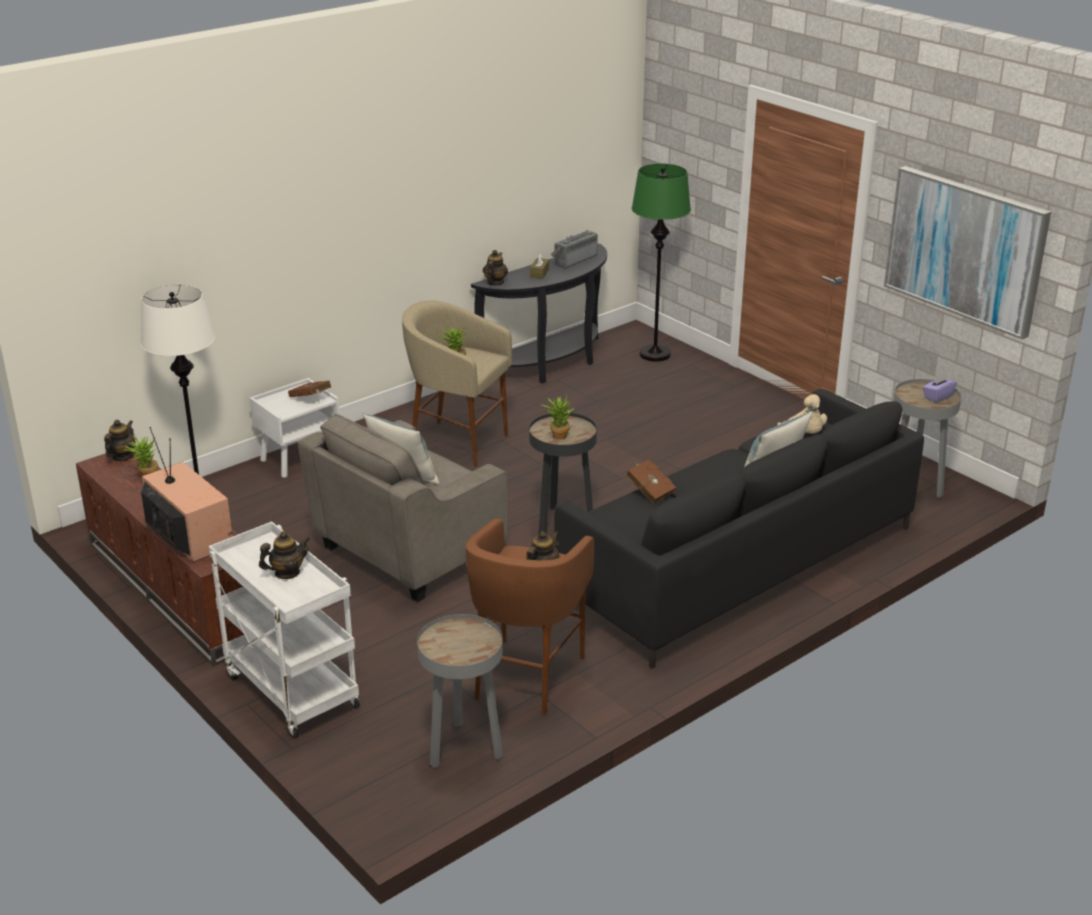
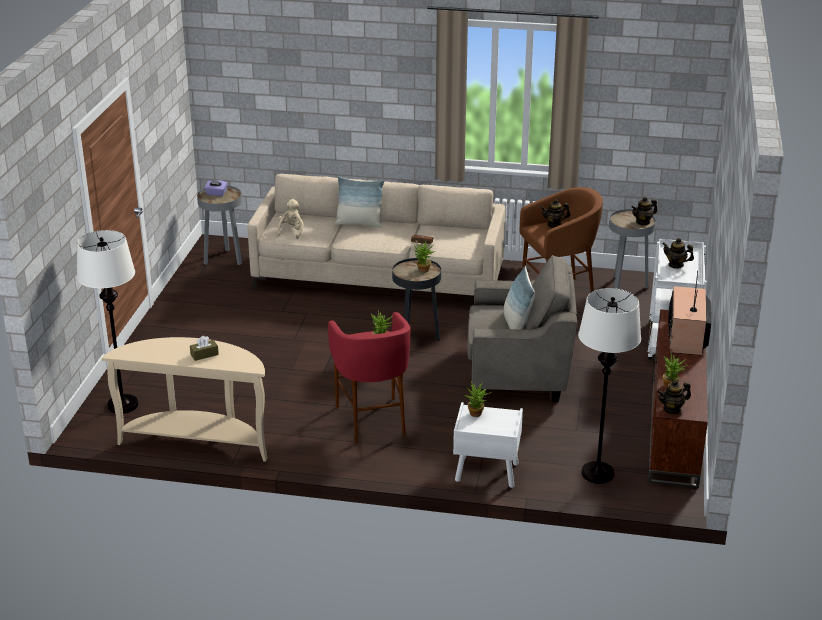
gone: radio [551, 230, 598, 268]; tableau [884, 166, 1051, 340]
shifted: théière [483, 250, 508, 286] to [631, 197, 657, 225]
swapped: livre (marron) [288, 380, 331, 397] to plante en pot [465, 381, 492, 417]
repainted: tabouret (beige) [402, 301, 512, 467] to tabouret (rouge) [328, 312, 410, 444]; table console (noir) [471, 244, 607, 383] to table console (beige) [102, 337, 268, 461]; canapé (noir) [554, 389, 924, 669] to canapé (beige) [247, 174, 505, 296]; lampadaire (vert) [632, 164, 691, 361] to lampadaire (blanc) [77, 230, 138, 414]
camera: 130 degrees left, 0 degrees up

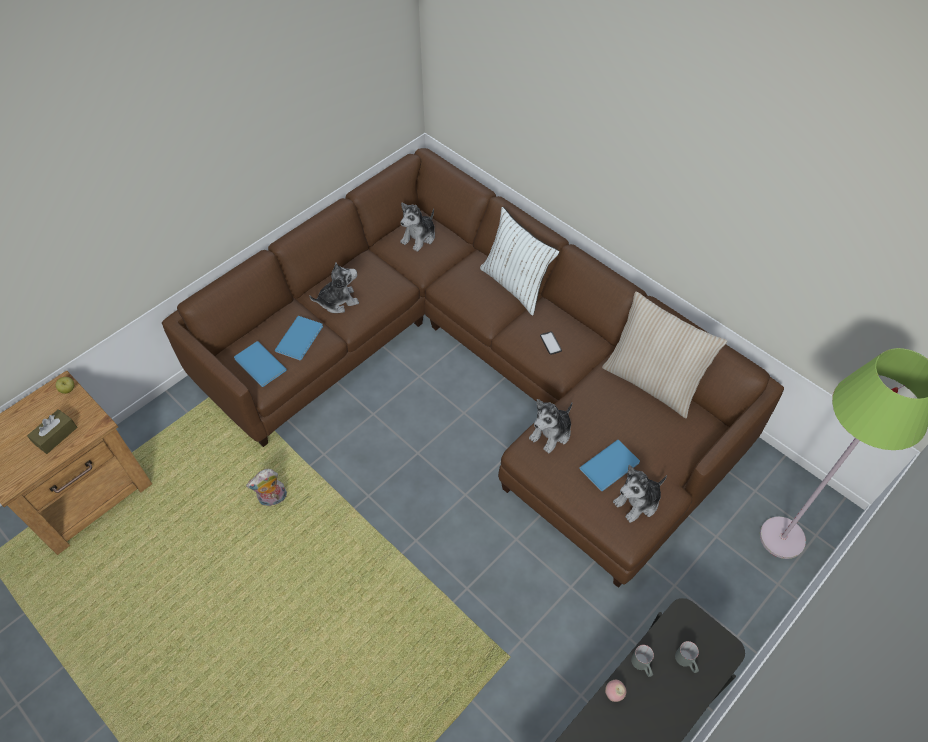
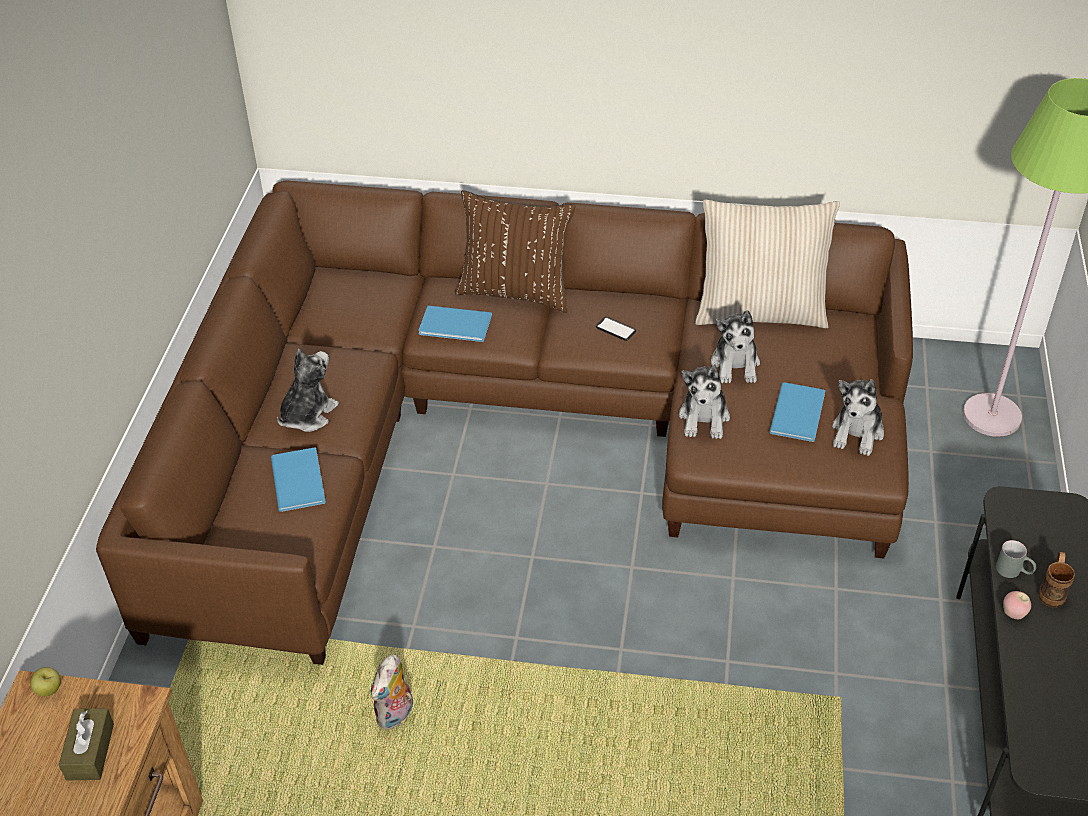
gone: mug (gris) [675, 641, 699, 673]
new: mug (marron) [1038, 552, 1075, 608]
shifted: livre (bleu) [234, 341, 287, 387] to [418, 306, 492, 342]; peluche [400, 202, 435, 252] to [711, 310, 760, 383]
repainted: coussin (blanc) [480, 207, 559, 316] to coussin (marron) [455, 190, 576, 313]
camera: 35 degrees left, 10 degrees down

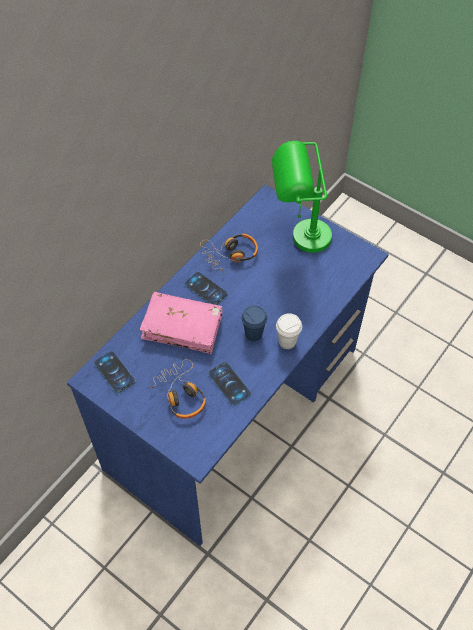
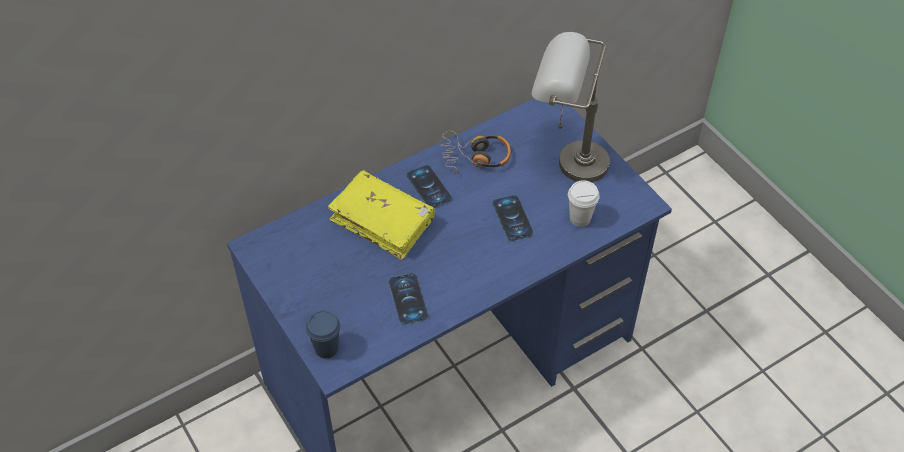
gone: casque audio [149, 359, 206, 419]
shifted: téléphone [94, 351, 135, 394] to [493, 195, 534, 241]; tasse (bleu) [241, 305, 267, 341] to [306, 310, 340, 358]; tasse (blanc) [276, 313, 302, 349] to [568, 180, 600, 227]
repainted: livre (rose) [140, 292, 222, 354] to livre (jaune) [328, 170, 435, 260]; lampe de table (vert) [272, 141, 332, 253] to lampe de table (gris) [532, 32, 610, 182]
camera: 20 degrees right, 5 degrees down

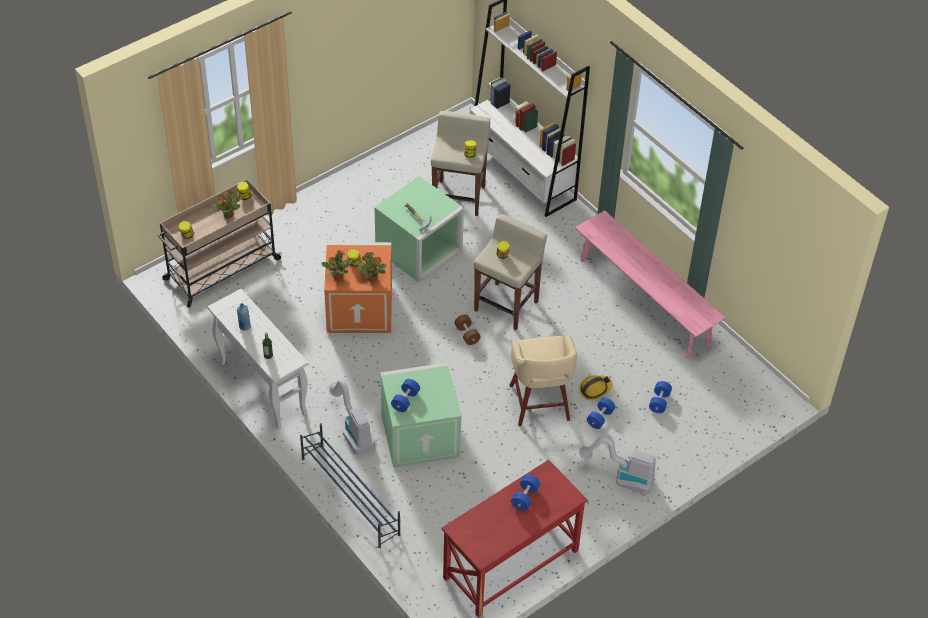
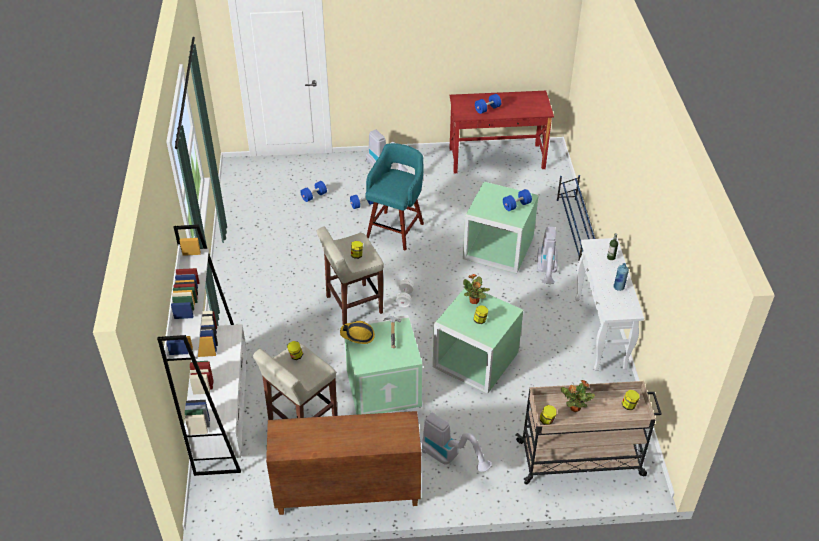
gone: plante en pot [322, 250, 352, 280]; banc (rose) [575, 210, 726, 359]
new: meuble de rangement (marron) [266, 411, 421, 515]; aspirateur [420, 413, 492, 472]
shifted: casque de chantier [579, 375, 613, 400] to [340, 321, 375, 344]
repainted: boîte de rangement (orange) [324, 242, 392, 333] to boîte de rangement (vert) [433, 288, 523, 394]; haltère (marron) [454, 314, 481, 345] to haltère (blanc) [396, 279, 414, 308]; tabouret (beige) [510, 335, 577, 426] to tabouret (turquoise) [365, 143, 424, 251]
camera: 145 degrees left, 5 degrees down

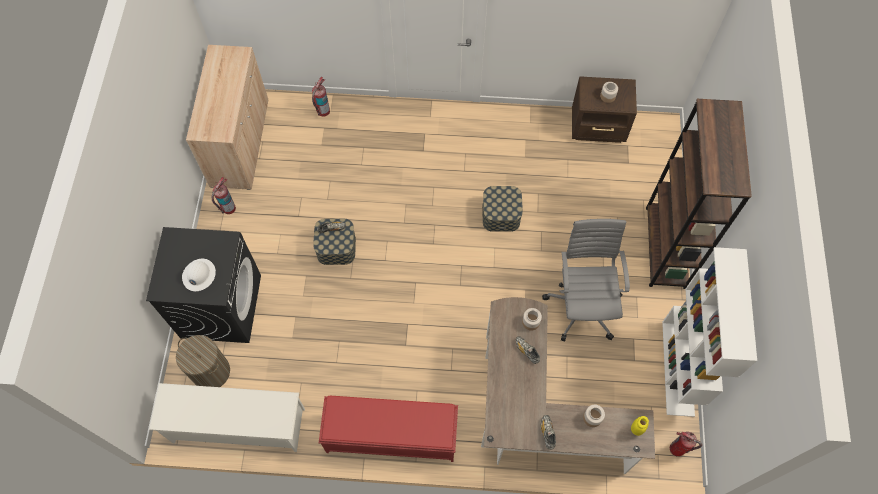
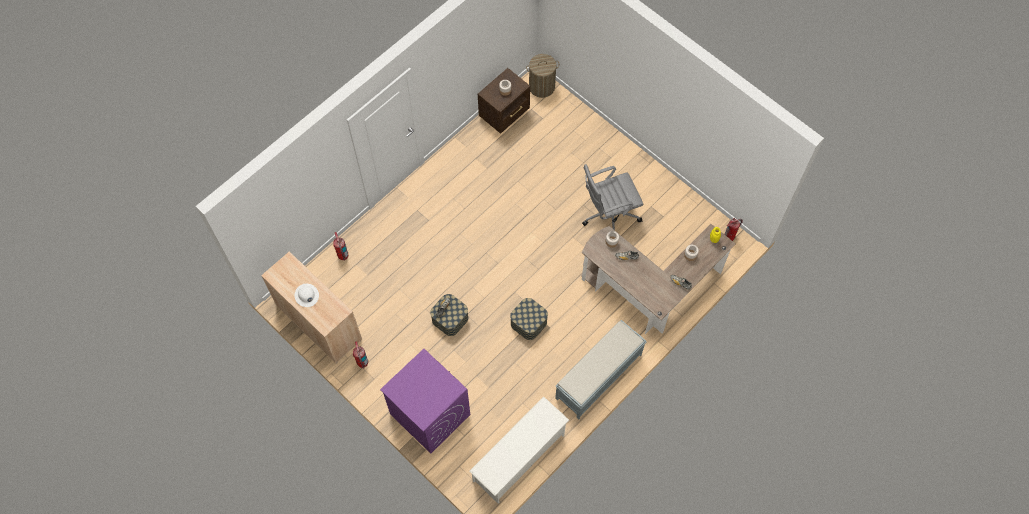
gone: bibliothèque (marron) [646, 99, 752, 289]; bibliothèque (blanc) [662, 247, 757, 417]
shifted: panier à linge [176, 335, 230, 387] to [526, 54, 559, 98]; casque de chantier (blanc) [182, 259, 216, 291] to [295, 284, 319, 307]; boîte de rangement [482, 186, 523, 232] to [510, 298, 548, 340]
repainted: lave-linge (noir) [146, 227, 261, 343] to lave-linge (violet) [380, 349, 470, 454]; banc (rouge) [319, 396, 458, 462] to banc (gris) [555, 320, 646, 419]
rotated: chaise de bureau (gris) [542, 219, 630, 342] = [582, 164, 643, 230] 60 degrees counterclockwise
camera: 50 degrees left, 0 degrees up

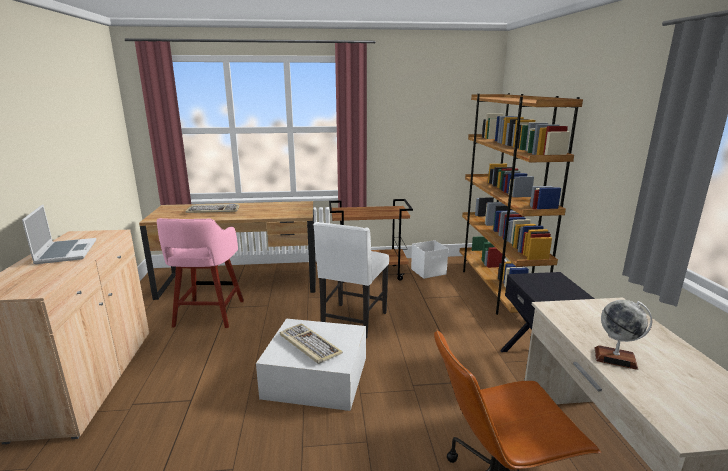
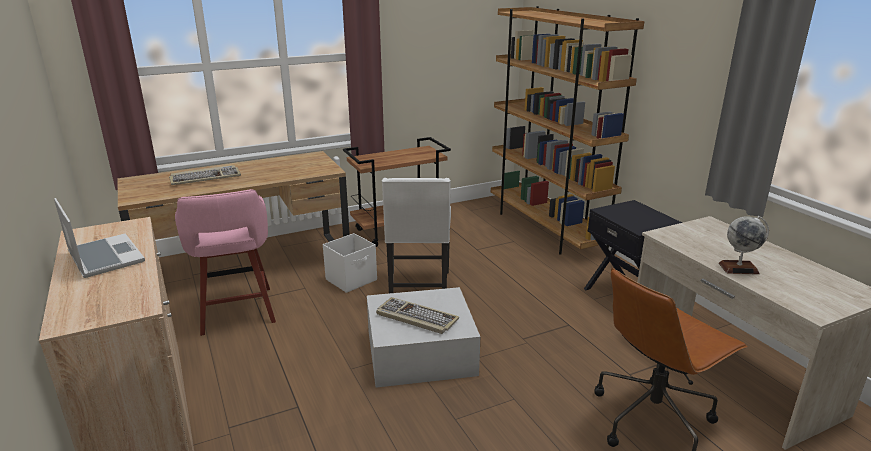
shifted: boîte de rangement (blanc) [411, 240, 448, 279] to [323, 233, 377, 293]
camera: 20 degrees left, 5 degrees up

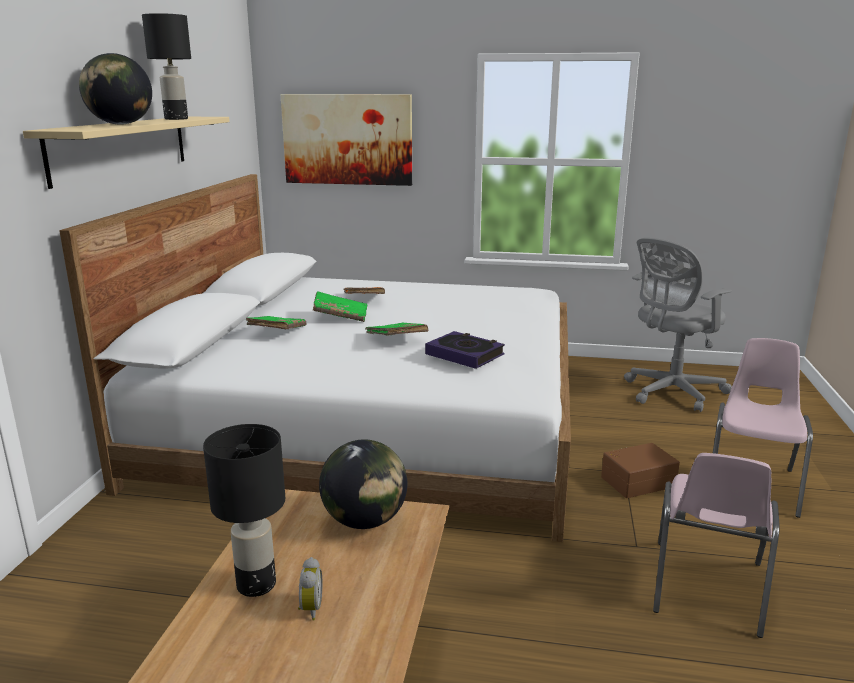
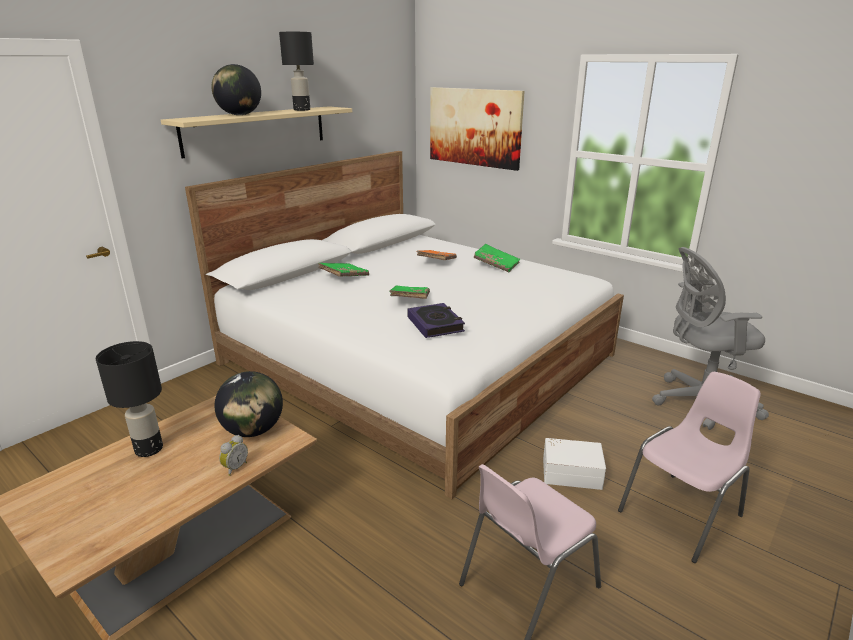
shifted: réveil [298, 557, 322, 621] to [219, 435, 248, 476]; livre (vert) [313, 291, 367, 322] to [473, 244, 520, 272]
repainted: boîte de rangement (marron) [601, 443, 680, 498] to boîte de rangement (blanc) [543, 438, 606, 490]
camera: 30 degrees right, 5 degrees up

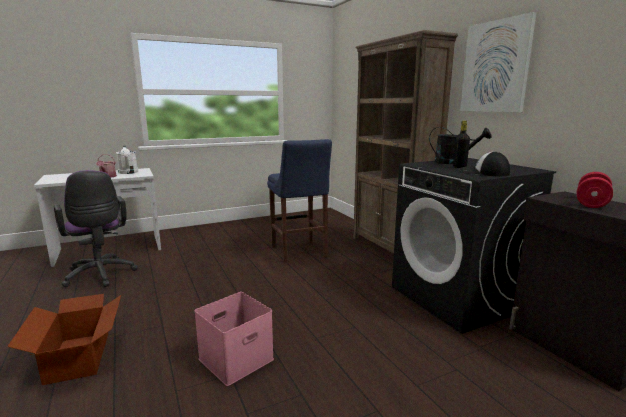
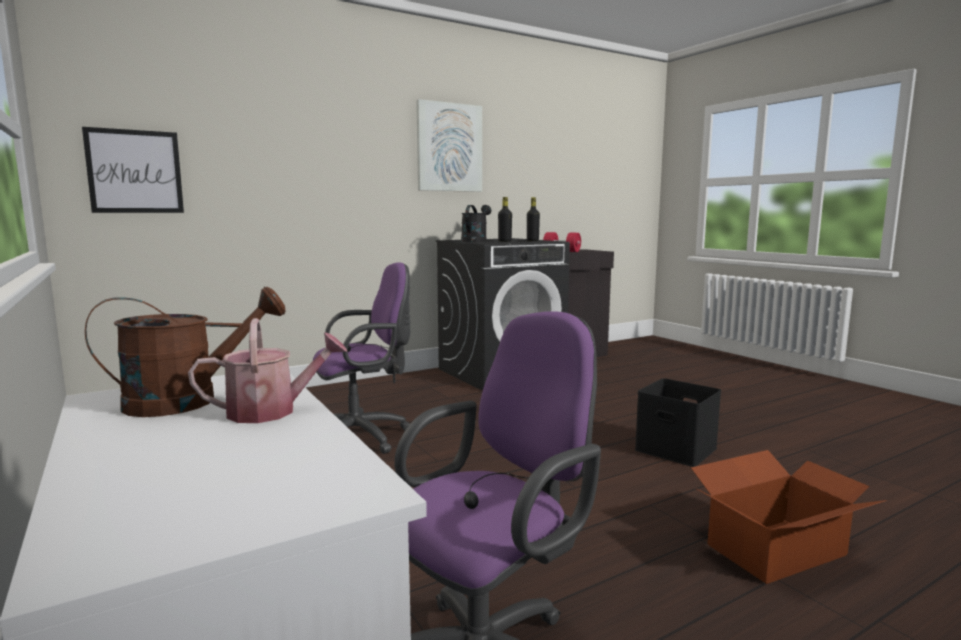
gone: bibliothèque (marron) [353, 30, 458, 253]
new: tableau [82, 127, 184, 213]
swapped: tabouret (bleu) [267, 139, 332, 263] to chaise de bureau (violet) [313, 262, 411, 454]; casquette [459, 151, 510, 176] to bouteille (noir) [527, 197, 540, 241]
repainted: arrosoir (blanc) [116, 146, 138, 174] to arrosoir (marron) [85, 286, 286, 417]; boîte de rangement (rose) [194, 292, 274, 386] to boîte de rangement (noir) [635, 378, 721, 467]
camera: 95 degrees left, 5 degrees down

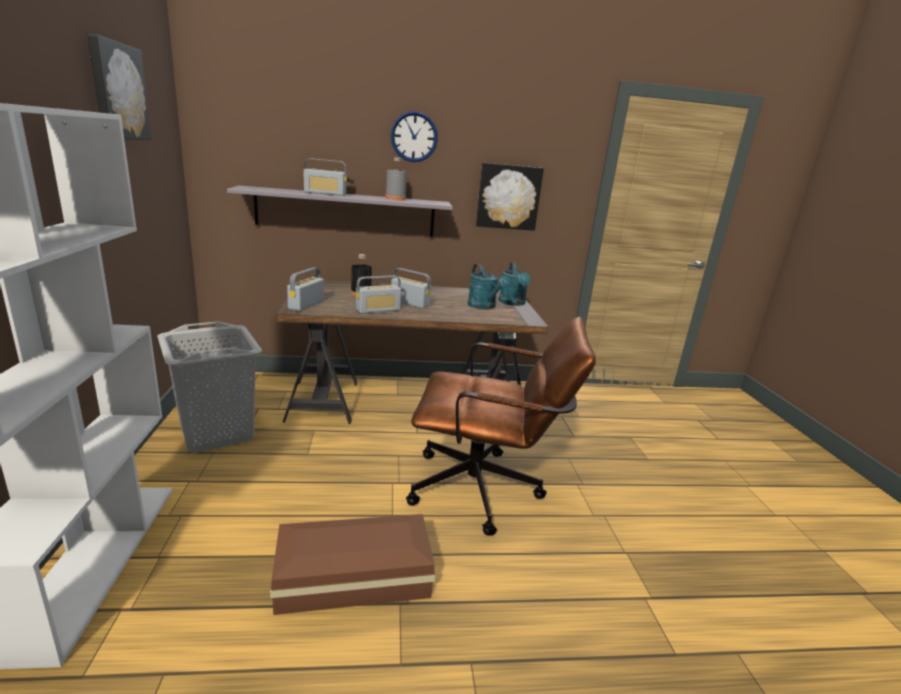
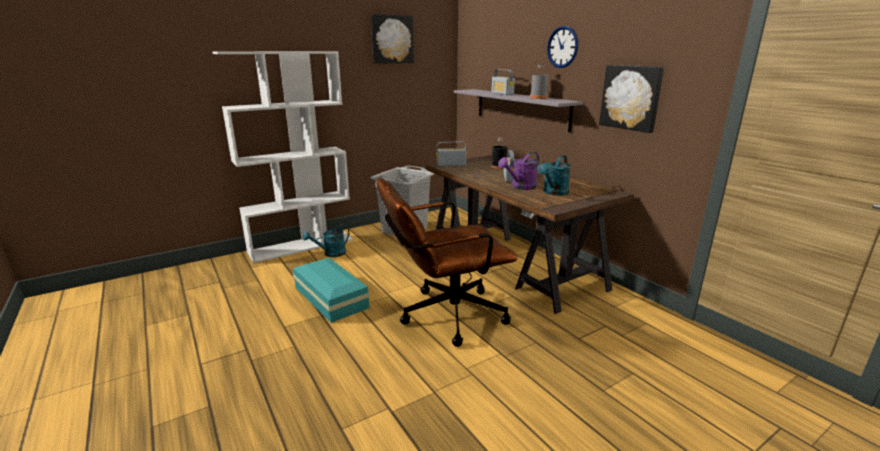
gone: radio [356, 275, 401, 314]
new: arrosoir (violet) [498, 152, 539, 190]
shifted: arrosoir (turquoise) [499, 262, 530, 306] to [303, 225, 349, 257]
repainted: boîte de rangement (marron) [270, 514, 436, 615] to boîte de rangement (turquoise) [293, 258, 370, 323]
rotated: chaise de bureau (marron) [406, 317, 596, 536] = [377, 178, 517, 347] 90 degrees clockwise
camera: 65 degrees right, 0 degrees up

